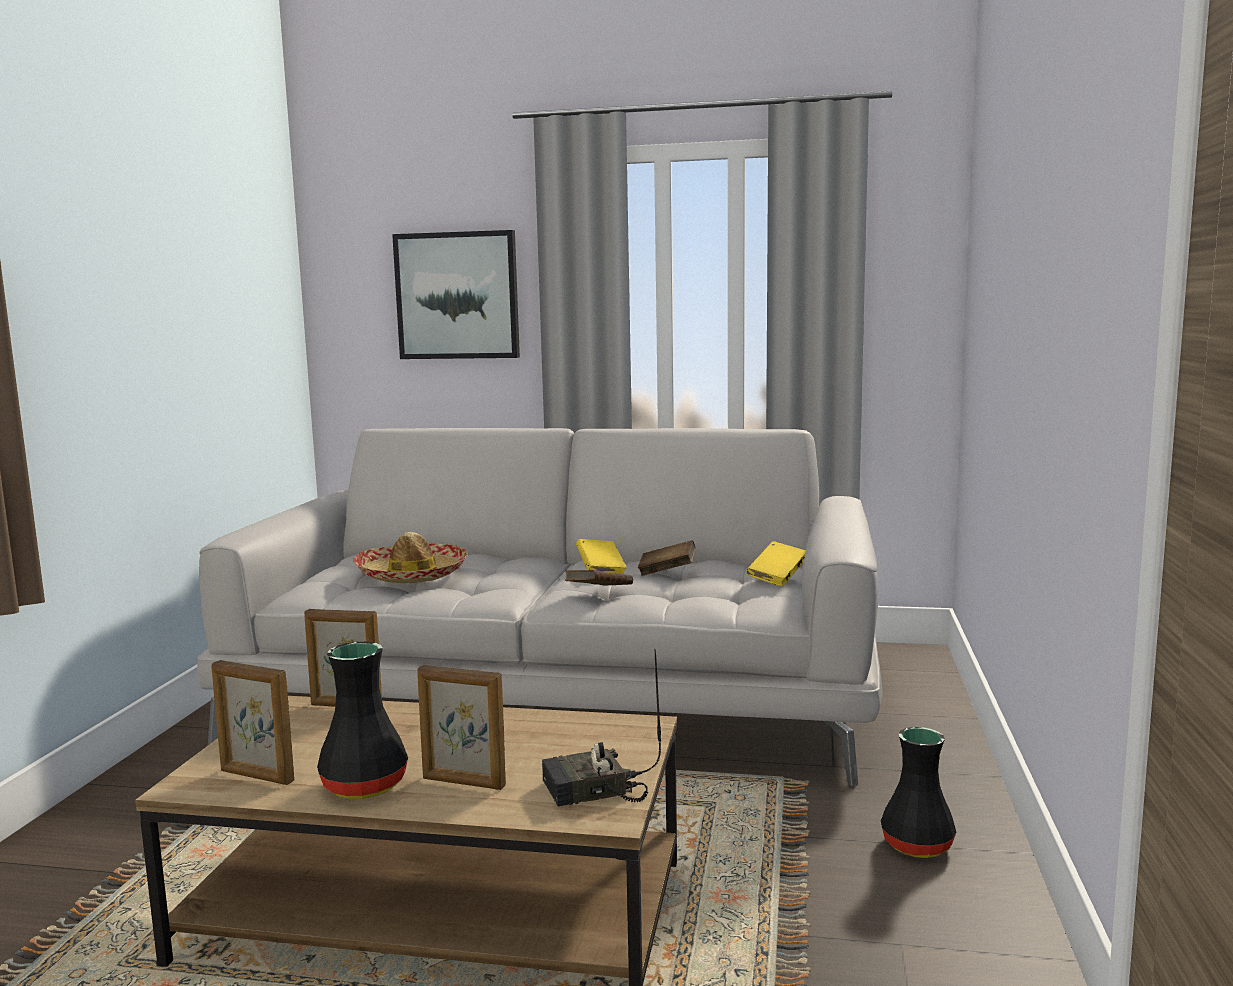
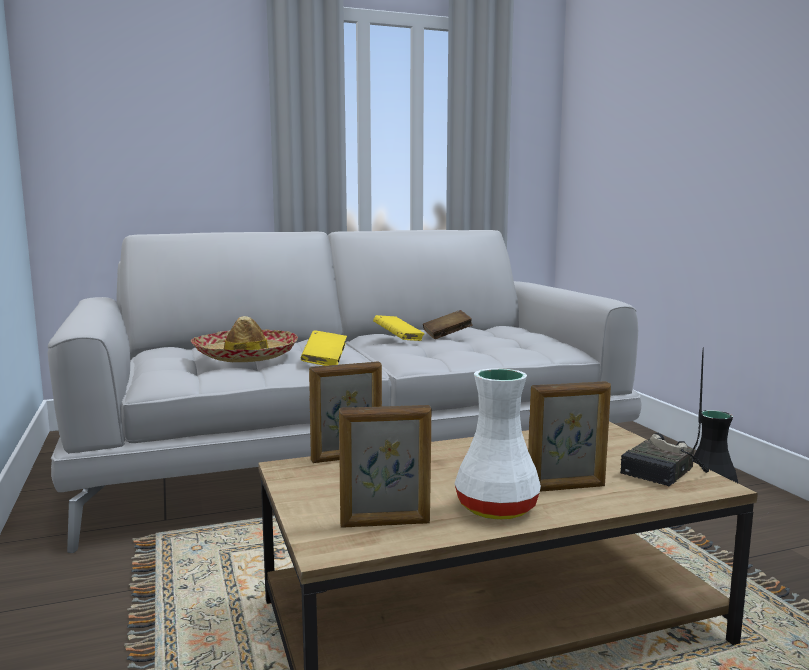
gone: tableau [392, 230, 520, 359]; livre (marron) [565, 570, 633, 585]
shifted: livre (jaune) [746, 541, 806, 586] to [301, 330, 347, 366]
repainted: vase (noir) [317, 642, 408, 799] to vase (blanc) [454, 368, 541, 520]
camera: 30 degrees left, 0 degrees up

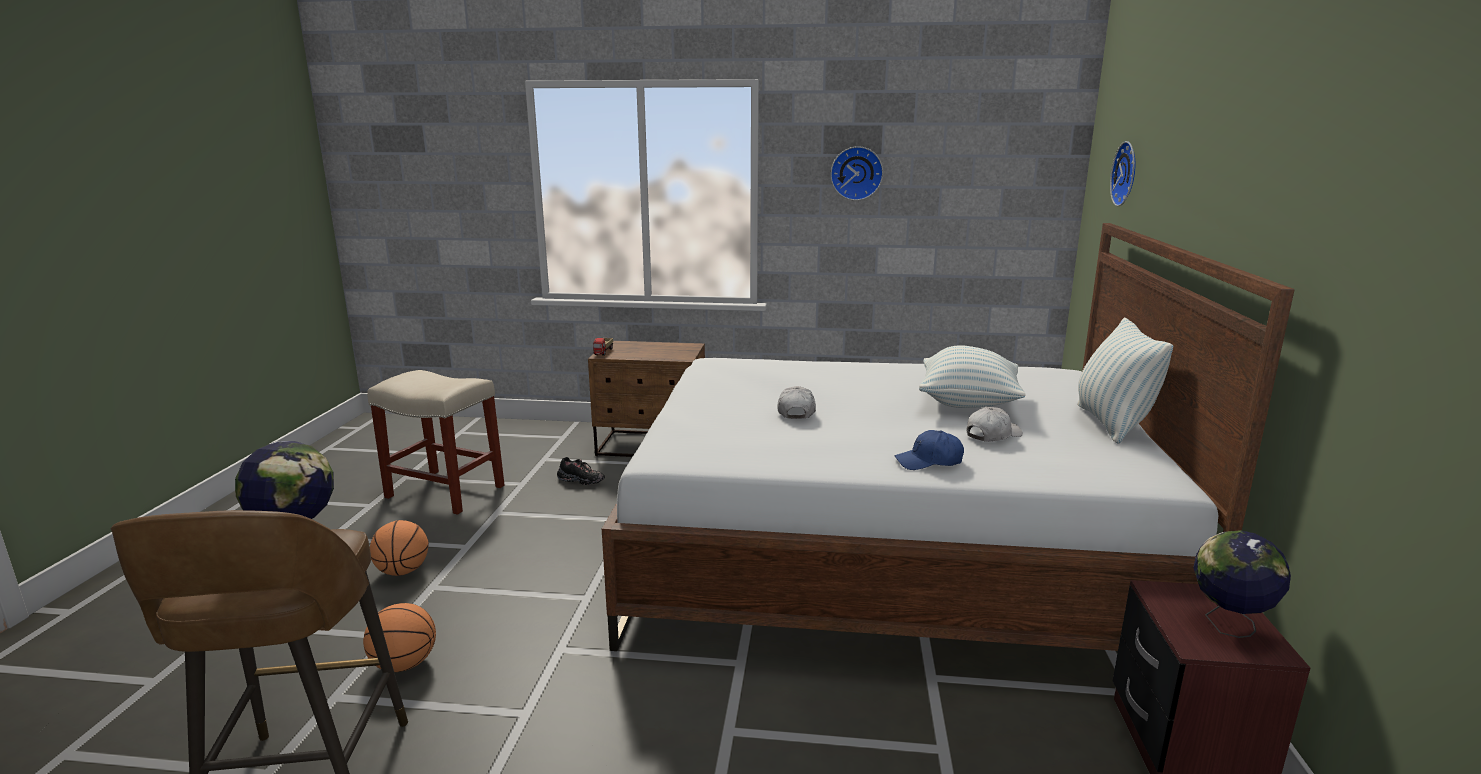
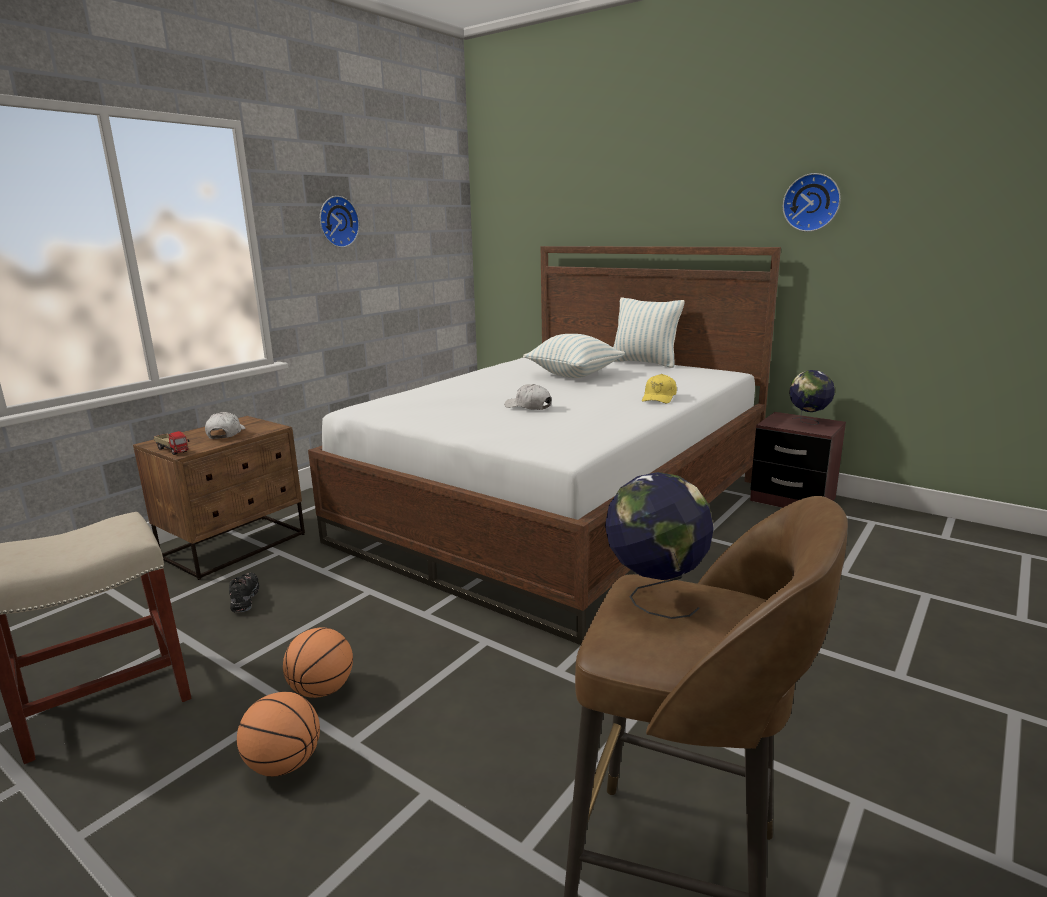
shifted: ballon de basket [363, 603, 436, 672] to [283, 628, 353, 698]; casquette (blanc) [967, 407, 1023, 442] to [205, 412, 246, 439]; horloge murale [1110, 141, 1135, 206] to [783, 173, 841, 232]
repainted: casquette (bleu) [895, 430, 964, 470] to casquette (jaune) [642, 374, 677, 403]
rotated: chaussure (noir) [557, 457, 605, 485] = [229, 573, 259, 613] 60 degrees counterclockwise
camera: 60 degrees left, 0 degrees up

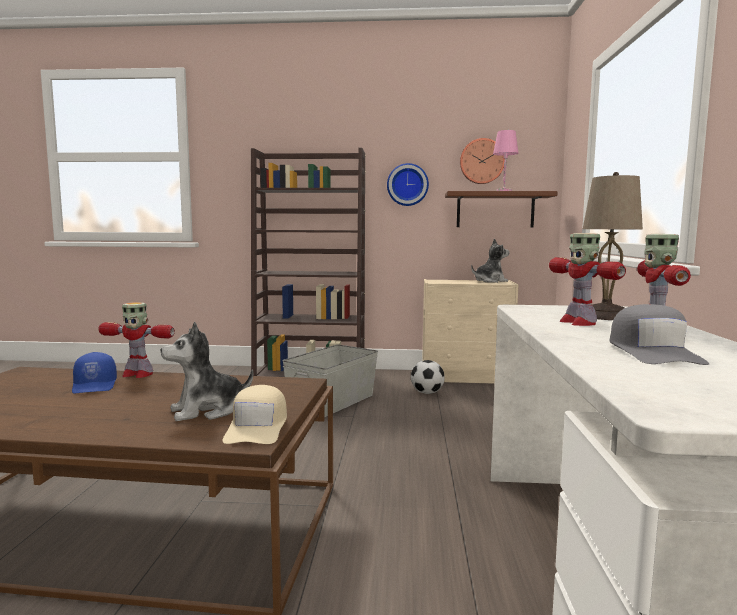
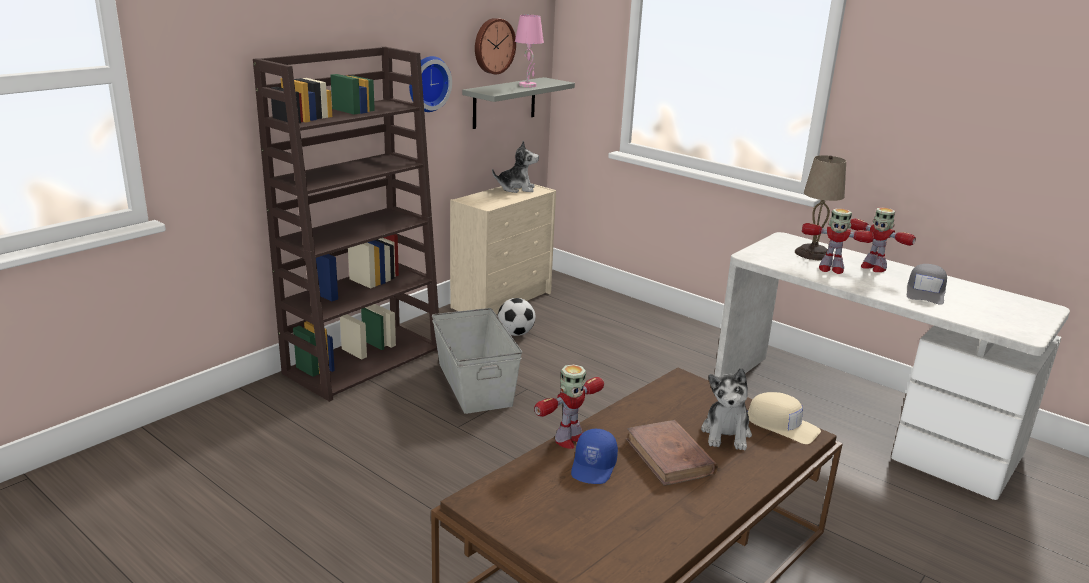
new: livre (marron) [626, 420, 718, 486]
repainted: étagère (marron) [445, 191, 558, 228] to étagère (gris) [462, 77, 575, 129]
rotated: casquette (bleu) [72, 352, 117, 394] = [571, 429, 618, 484] 90 degrees clockwise; peluche [471, 239, 509, 283] = [492, 141, 539, 193] 75 degrees clockwise; casquette (gris) [610, 304, 710, 365] = [907, 264, 947, 305] 75 degrees clockwise
camera: 55 degrees left, 15 degrees up

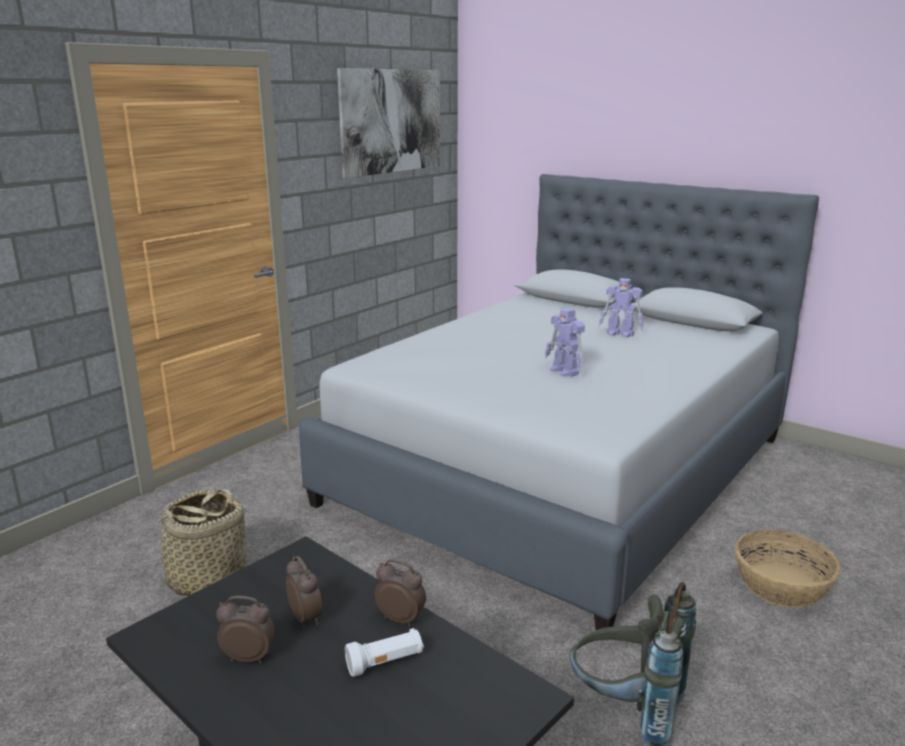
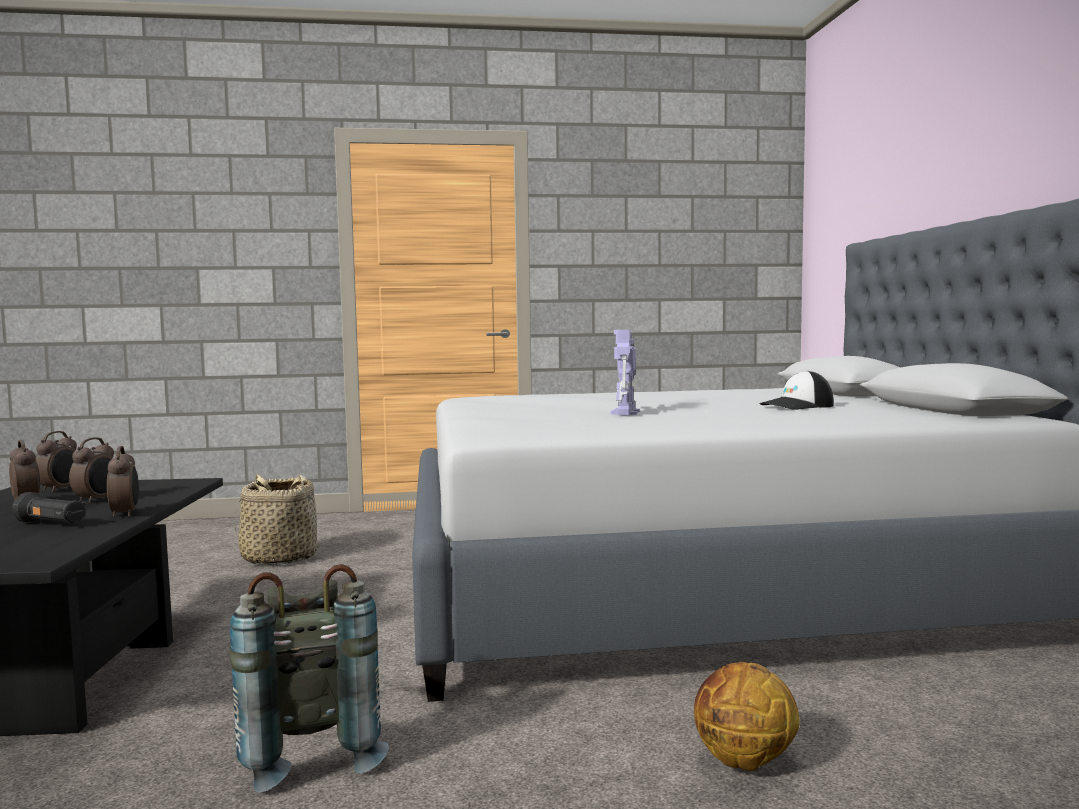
gone: tableau [337, 68, 440, 178]
new: réveil [36, 431, 77, 492]
swapped: robot jouet [599, 278, 643, 338] to casquette [759, 370, 834, 410]; panier [735, 530, 841, 608] to ballon de basket [694, 662, 800, 771]
repainted: lampe de poche (blanc) [345, 628, 424, 677] to lampe de poche (noir) [12, 492, 86, 523]
camera: 45 degrees right, 15 degrees down

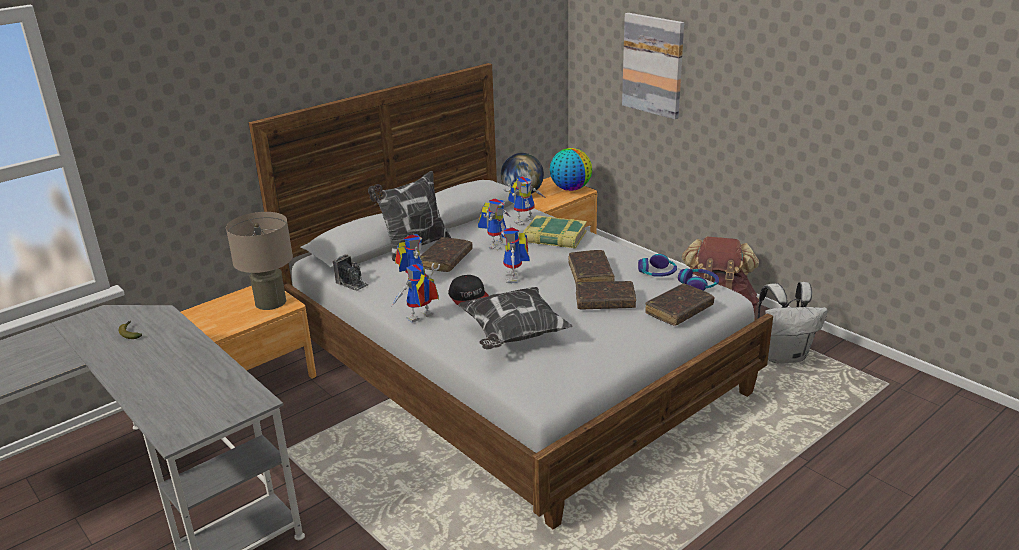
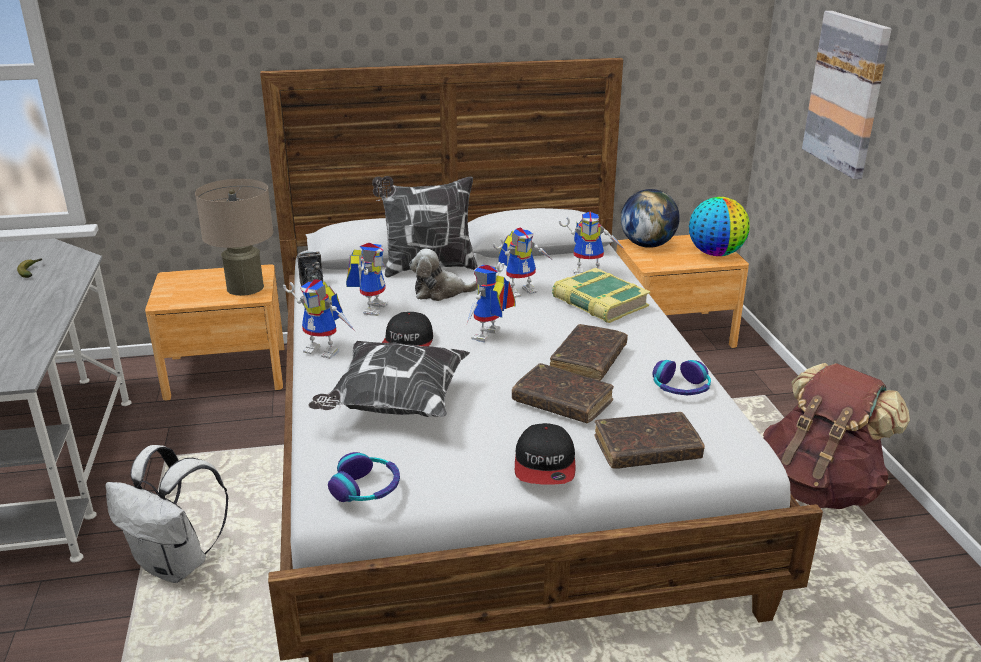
new: casquette [515, 423, 575, 485]
shifted: casque audio [678, 268, 719, 291] to [328, 452, 400, 502]; sac à dos (blanc) [758, 282, 827, 363] to [105, 445, 228, 583]
swapped: livre (marron) [420, 237, 472, 272] to peluche [409, 249, 477, 301]
rotated: robot jouet [391, 263, 440, 323] = [283, 279, 356, 359] 150 degrees counterclockwise
camera: 30 degrees right, 0 degrees up

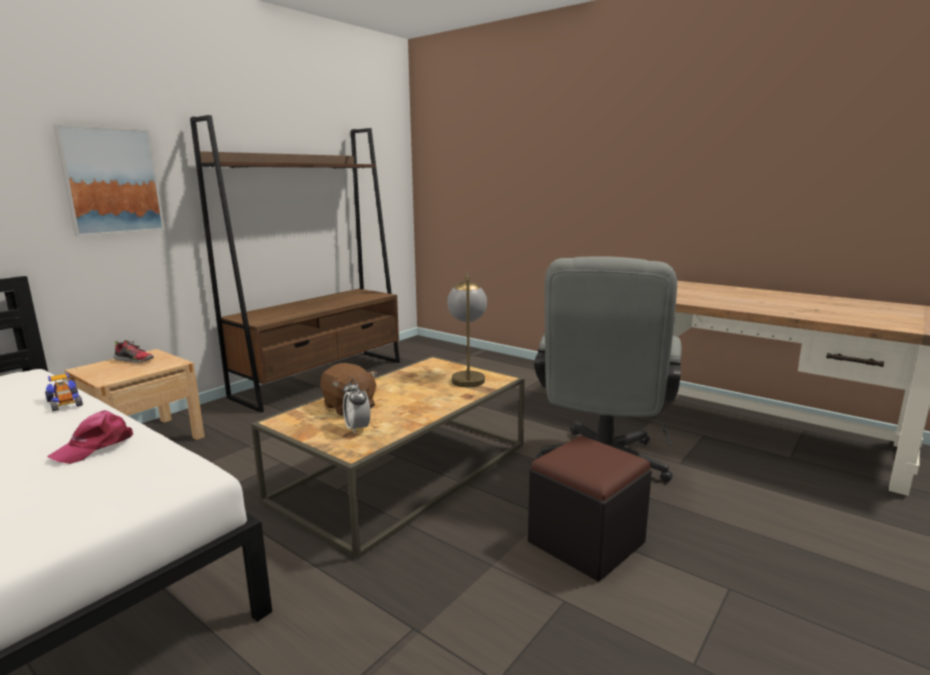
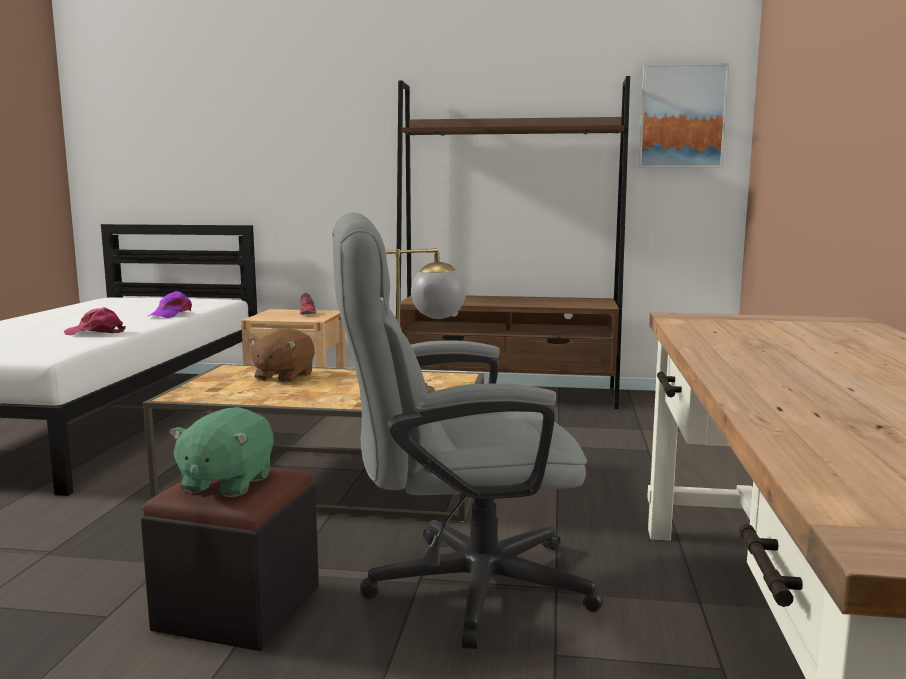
gone: réveil [343, 379, 370, 434]
new: peluche (vert) [169, 407, 274, 497]
shifted: tableau [53, 124, 165, 236] to [639, 63, 729, 168]
swapped: petite voiture [45, 373, 83, 412] to casquette (violet) [148, 291, 192, 318]
camera: 60 degrees right, 5 degrees down

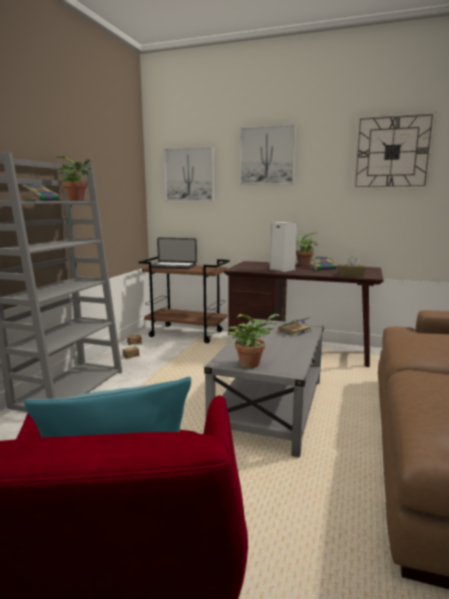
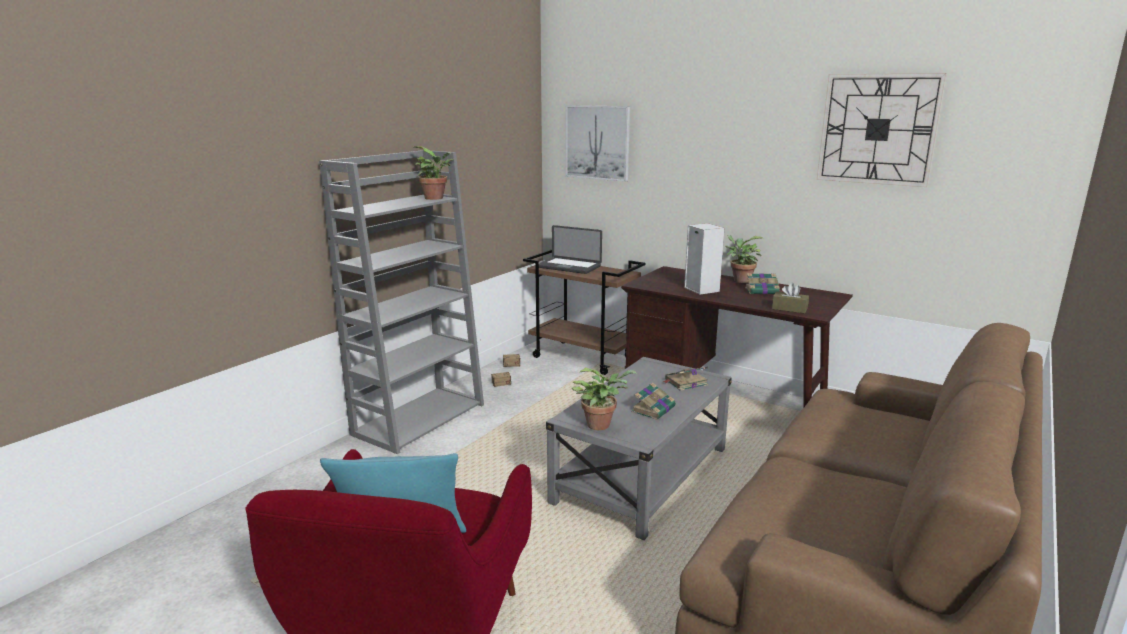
gone: tableau [240, 124, 296, 185]
shifted: livre [22, 185, 60, 201] to [631, 382, 676, 420]
camera: 15 degrees right, 5 degrees up

